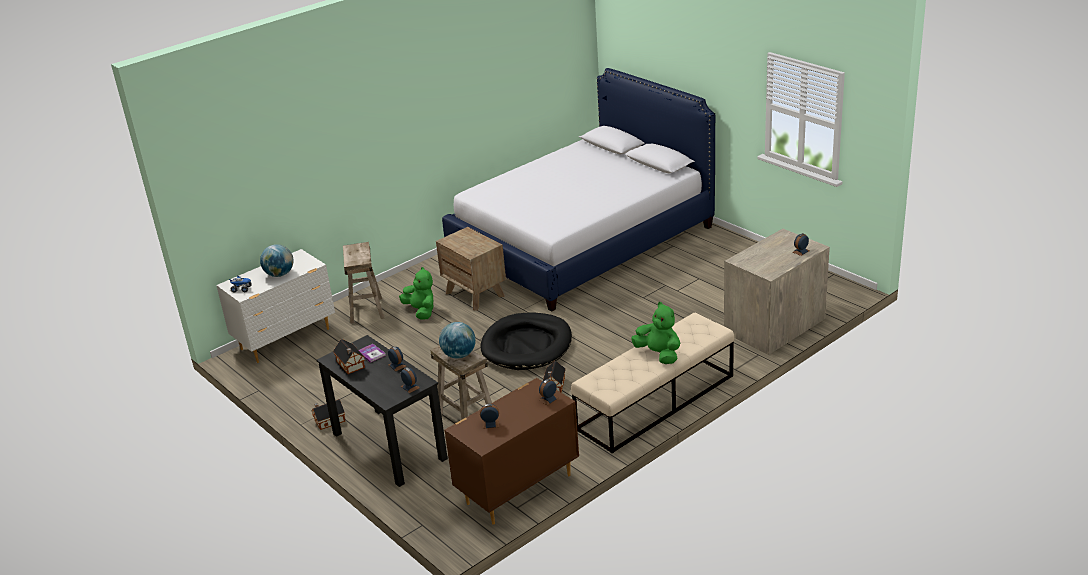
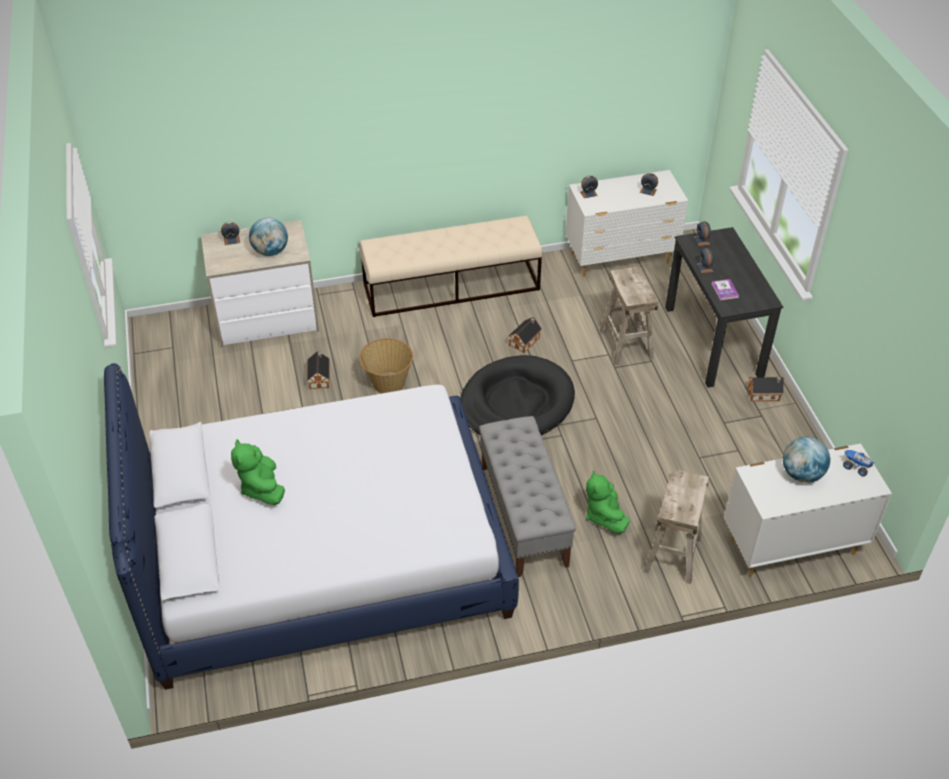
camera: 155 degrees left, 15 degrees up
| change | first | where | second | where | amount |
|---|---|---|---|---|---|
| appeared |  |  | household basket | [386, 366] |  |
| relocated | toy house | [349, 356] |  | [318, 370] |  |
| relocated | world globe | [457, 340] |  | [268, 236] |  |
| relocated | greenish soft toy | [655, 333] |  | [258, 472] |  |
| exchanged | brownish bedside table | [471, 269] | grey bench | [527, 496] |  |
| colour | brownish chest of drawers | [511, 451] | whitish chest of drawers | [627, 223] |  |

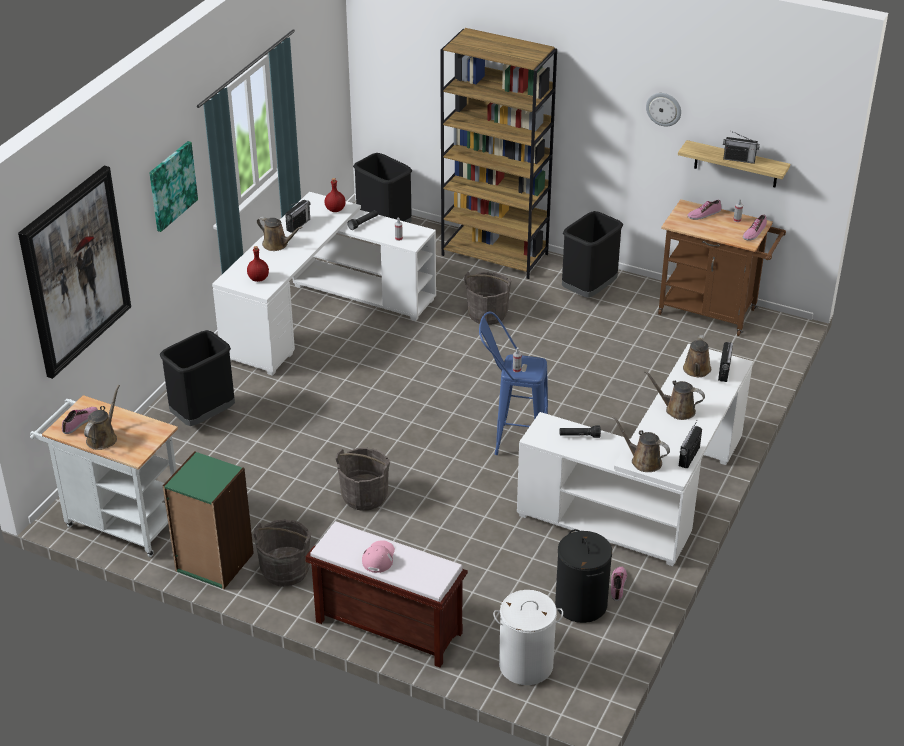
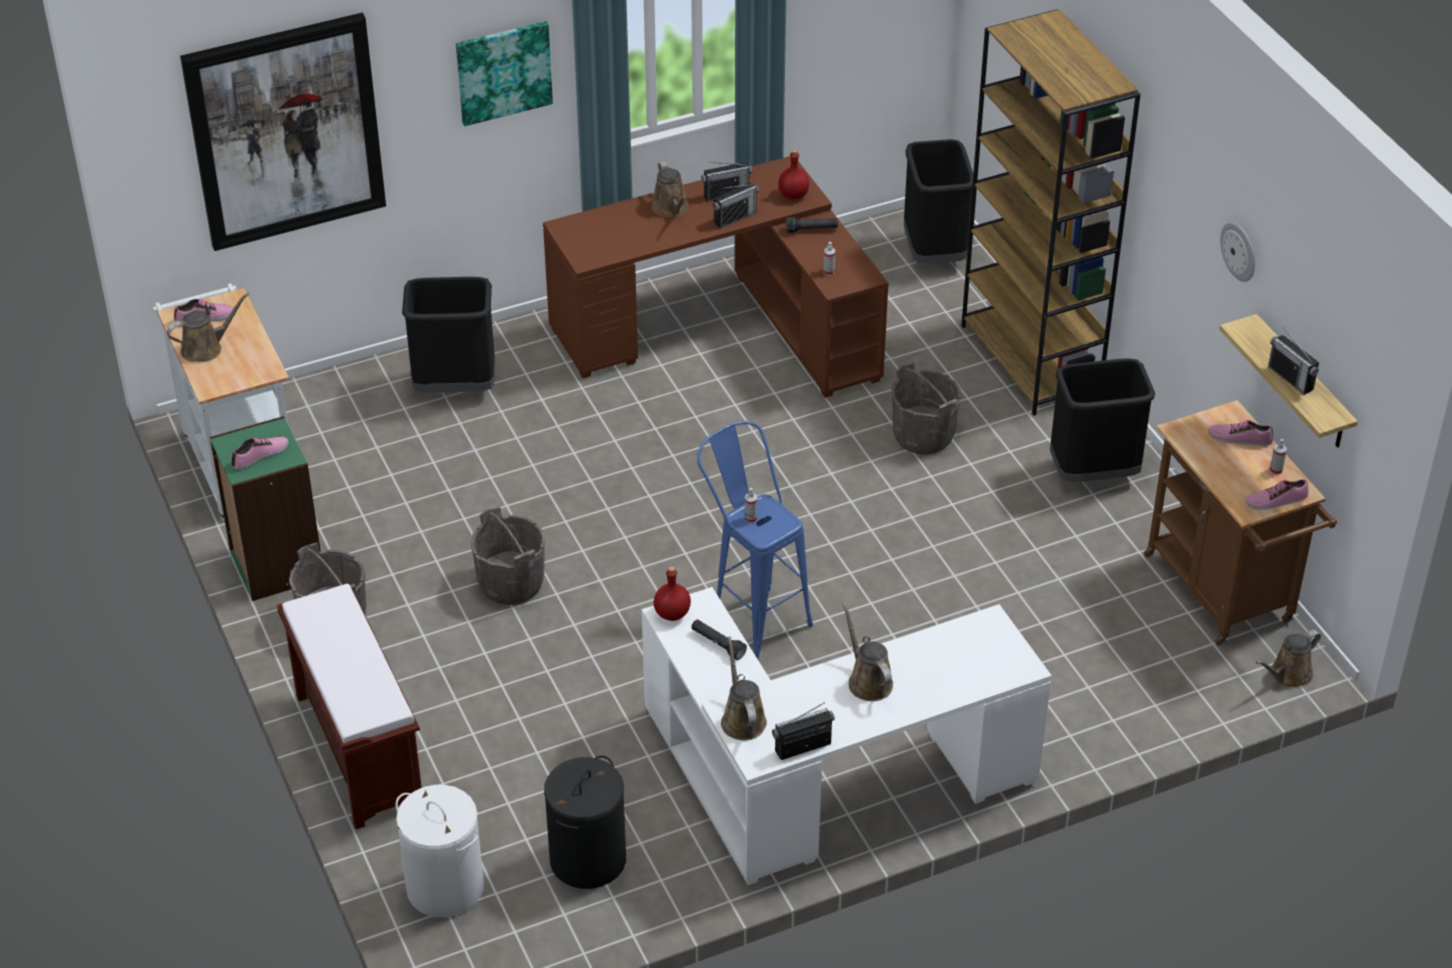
camera: 40 degrees right, 5 degrees up
| change | first | where | second | where | amount |
|---|---|---|---|---|---|
| missing | pinkish baseball cap | [378, 556] |  |  |  |
| relocated | red-coloured bottle | [258, 264] |  | [672, 593] |  |
| relocated | shoe | [619, 584] |  | [260, 453] |  |
| relocated | brownish watering can | [697, 356] |  | [1288, 658] |  |
| relocated | radio set | [725, 362] |  | [736, 206] |  |
| colour | whitish desk unit | [324, 284] | brownish desk unit | [716, 277] |  |

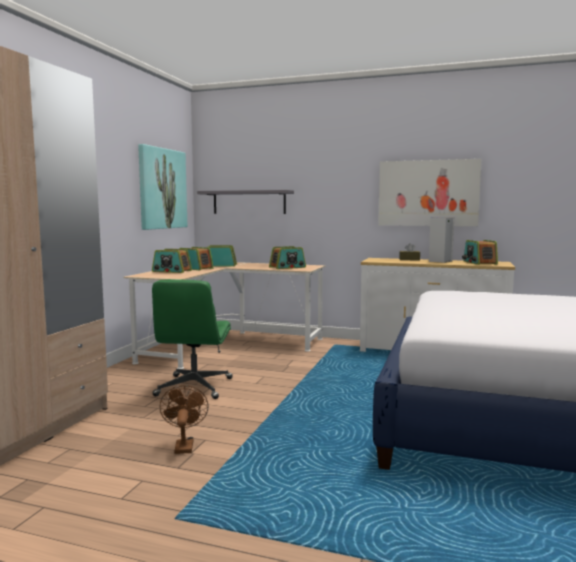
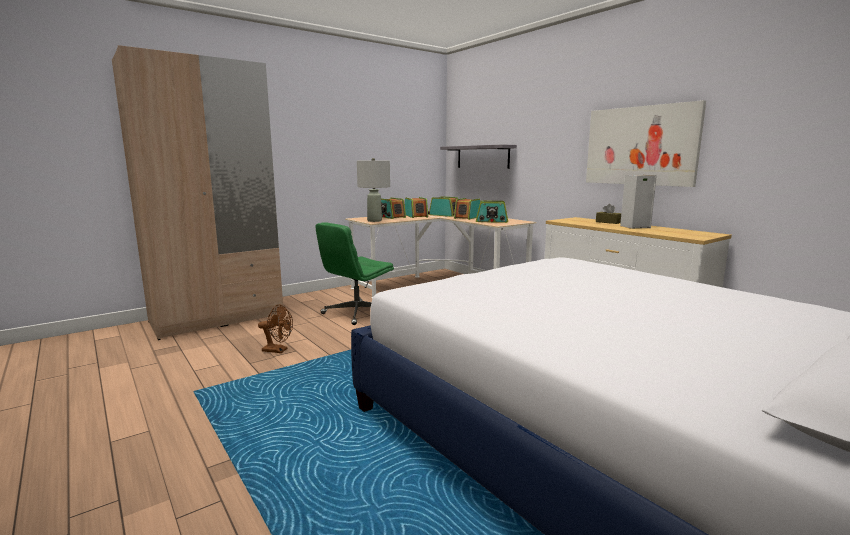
camera: 35 degrees right, 5 degrees up
| change | first | where | second | where | amount |
|---|---|---|---|---|---|
| missing | wall picture | [162, 187] |  |  |  |
| appeared |  |  | grey tabletop lamp | [373, 190] |  |
| relocated | radio set | [480, 252] |  | [466, 209] |  |
| spun | brownish fan | [184, 419] |  | [275, 329] | 75 degrees clockwise |

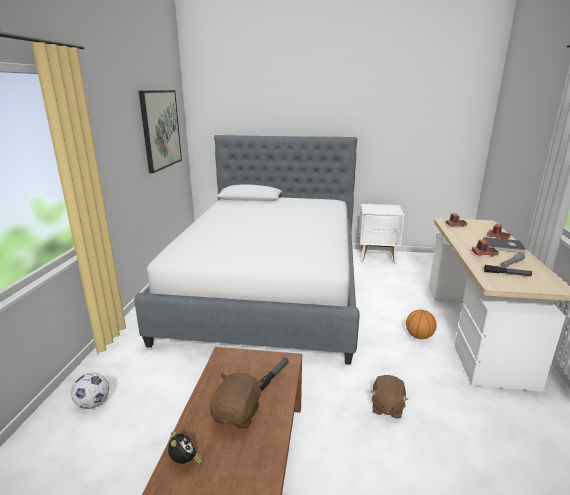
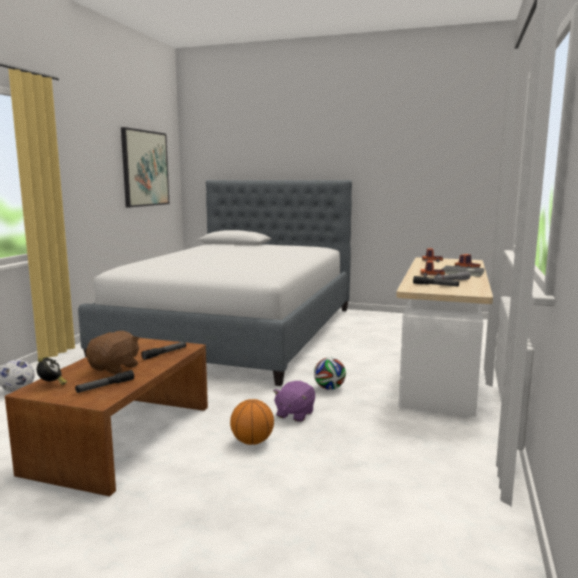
camera: 10 degrees right, 10 degrees down
| change | first | where | second | where | amount |
|---|---|---|---|---|---|
| missing | whitish bedside table | [381, 234] |  |  |  |
| appeared |  |  | hand torch | [104, 381] |  |
| appeared |  |  | ball for football | [330, 373] |  |
| relocated | basketball | [421, 324] |  | [252, 422] |  |
| colour | brownish soft toy | [389, 397] | purple-coloured soft toy | [294, 401] |  |

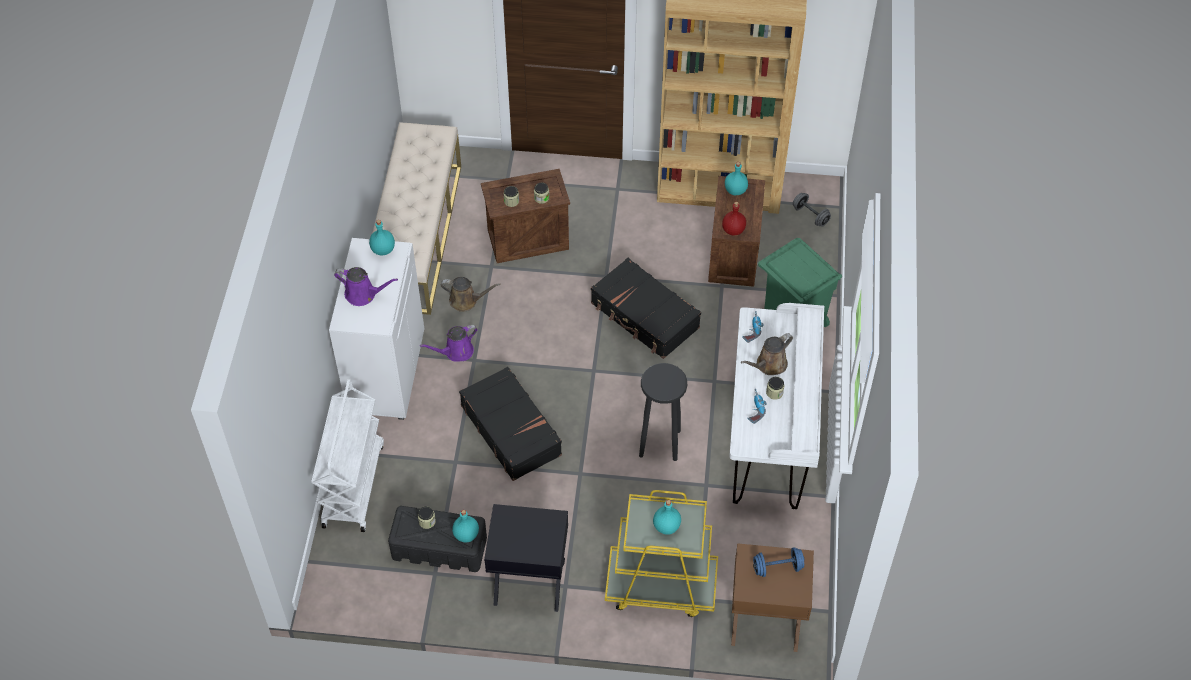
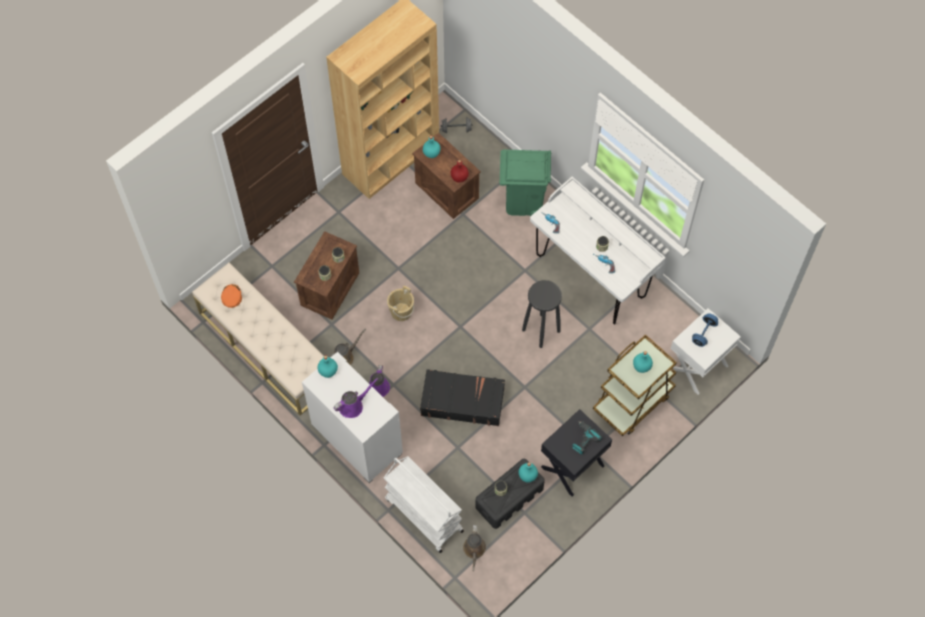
camera: 50 degrees left, 10 degrees up
| change | first | where | second | where | amount |
|---|---|---|---|---|---|
| missing | blackish travel case | [646, 308] |  |  |  |
| appeared |  |  | orange baseball cap | [231, 296] |  |
| appeared |  |  | beige-coloured pail | [400, 303] |  |
| appeared |  |  | electric drill | [587, 438] |  |
| relocated | brownish watering can | [767, 354] |  | [474, 548] |  |
| colour | yellowish trolley | [661, 553] | brownish trolley | [635, 385] |  |
| colour | brownish bedside table | [772, 597] | whitish bedside table | [705, 351] |  |

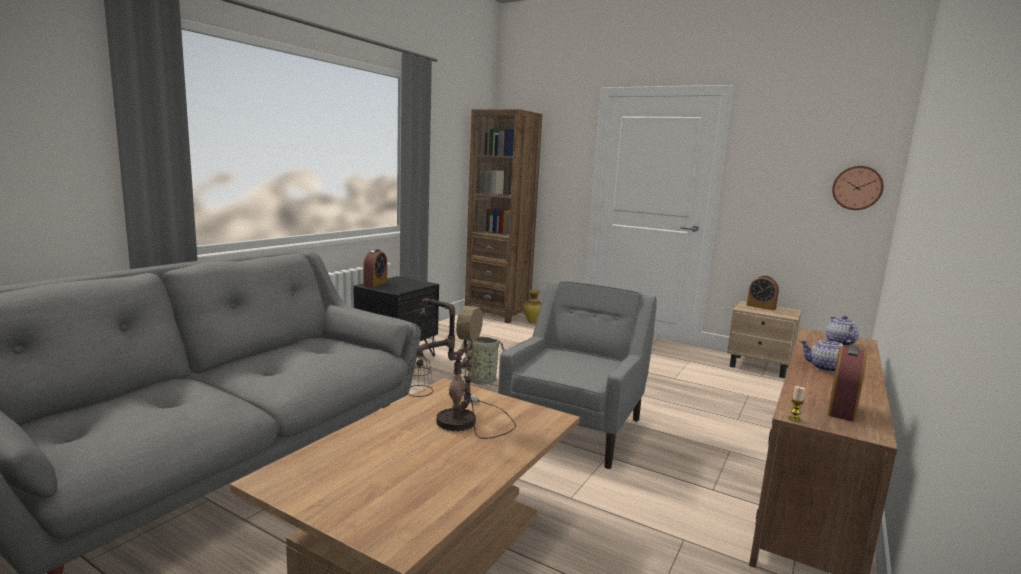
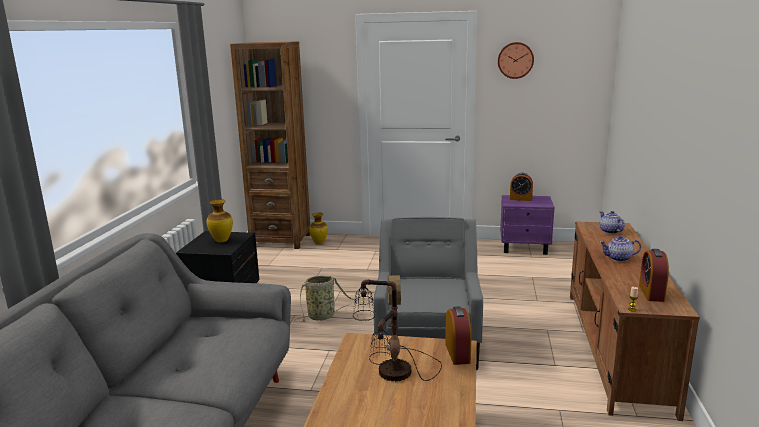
camera: 20 degrees left, 5 degrees up
| change | first | where | second | where | amount |
|---|---|---|---|---|---|
| appeared |  |  | vase | [219, 221] |  |
| relocated | bedside clock | [375, 268] |  | [458, 335] |  |
| relocated | hanging clock | [858, 188] |  | [516, 60] |  |
| colour | beige-coloured bedside table | [764, 339] | purple-coloured bedside table | [527, 225] |  |

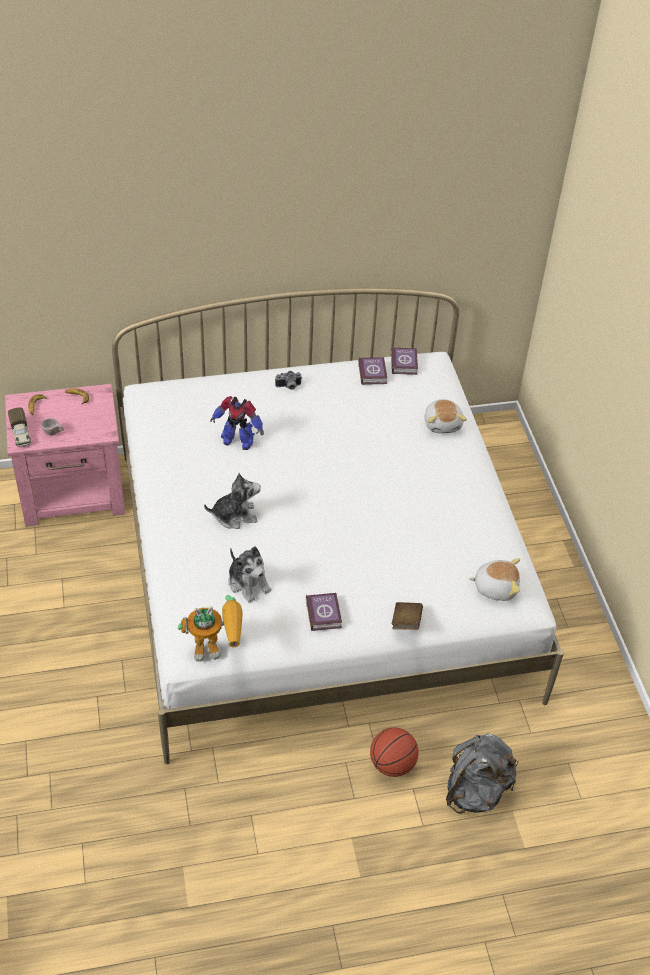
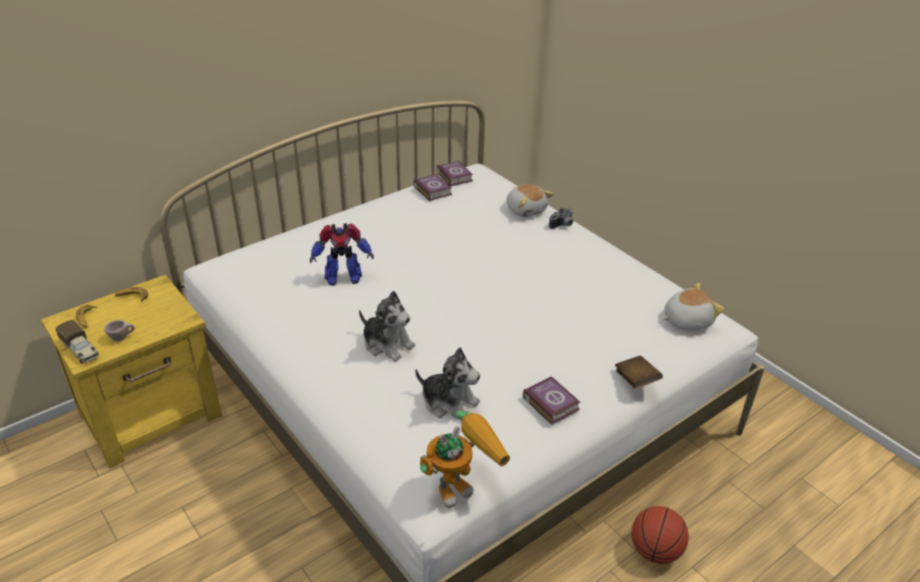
camera: 25 degrees left, 10 degrees down
| change | first | where | second | where | amount |
|---|---|---|---|---|---|
| missing | grey rucksack | [482, 773] |  |  |  |
| relocated | photo camera | [288, 380] |  | [561, 218] |  |
| colour | pinkish bedside table | [65, 455] | yellowish bedside table | [131, 371] |  |
| spun | soft toy | [232, 501] |  | [387, 326] | 75 degrees clockwise |

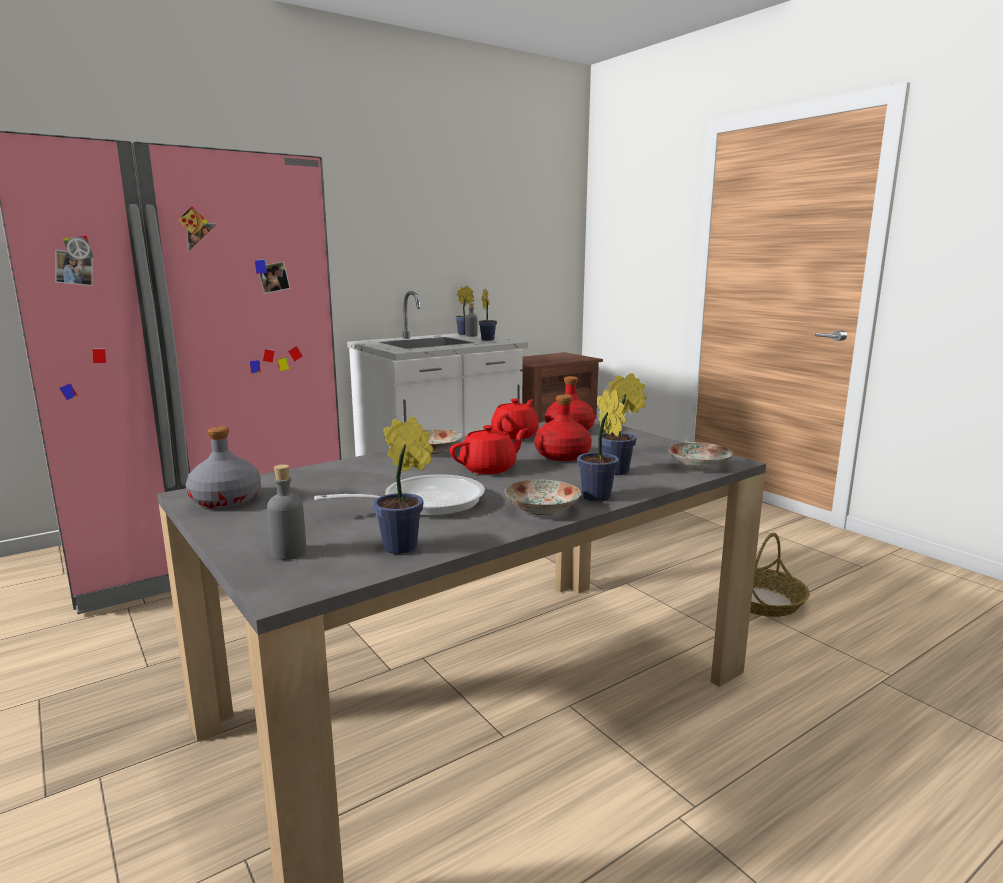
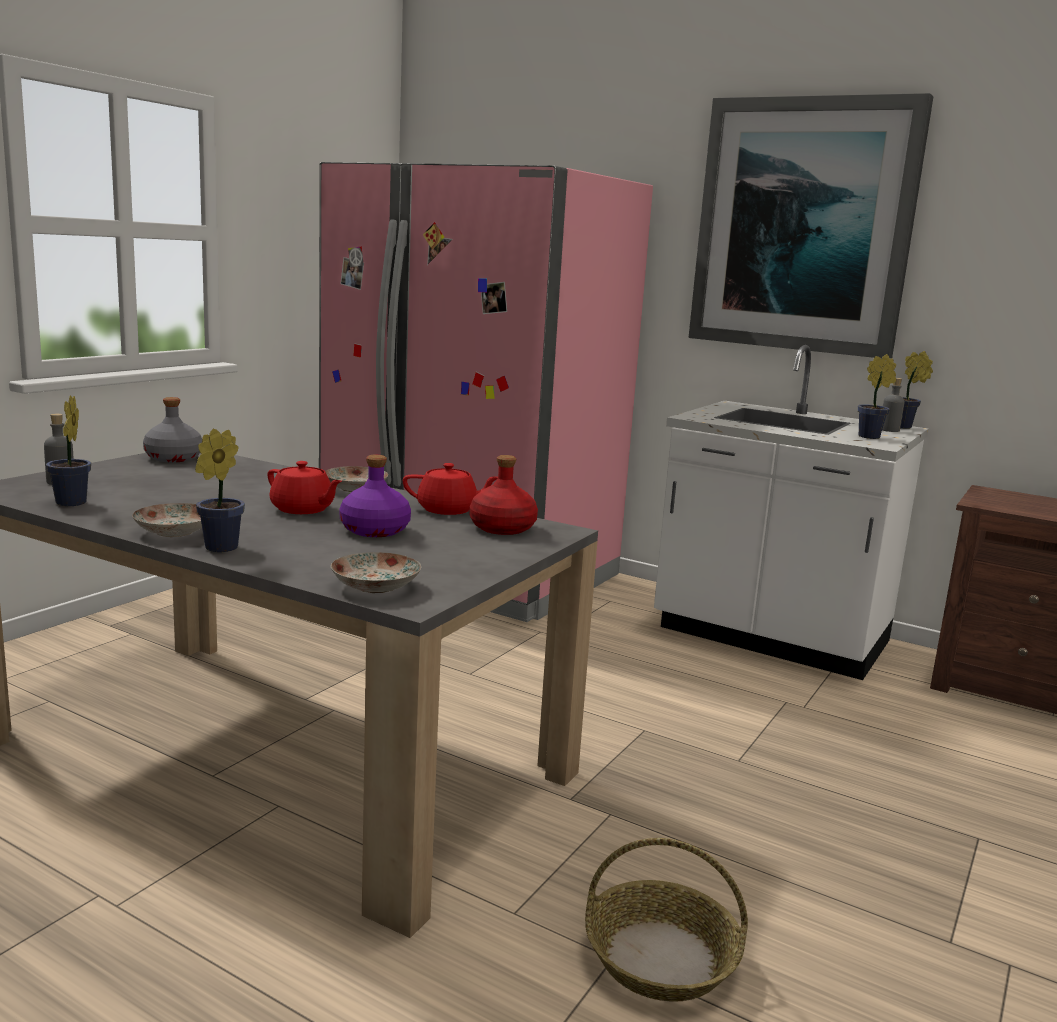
camera: 65 degrees right, 0 degrees up
| change | first | where | second | where | amount |
|---|---|---|---|---|---|
| missing | frying pan | [399, 495] |  |  |  |
| missing | plant in a pot | [624, 424] |  |  |  |
| appeared |  |  | wall picture | [811, 225] |  |
| colour | red-coloured bottle | [563, 427] | purple-coloured bottle | [375, 496] |  |

